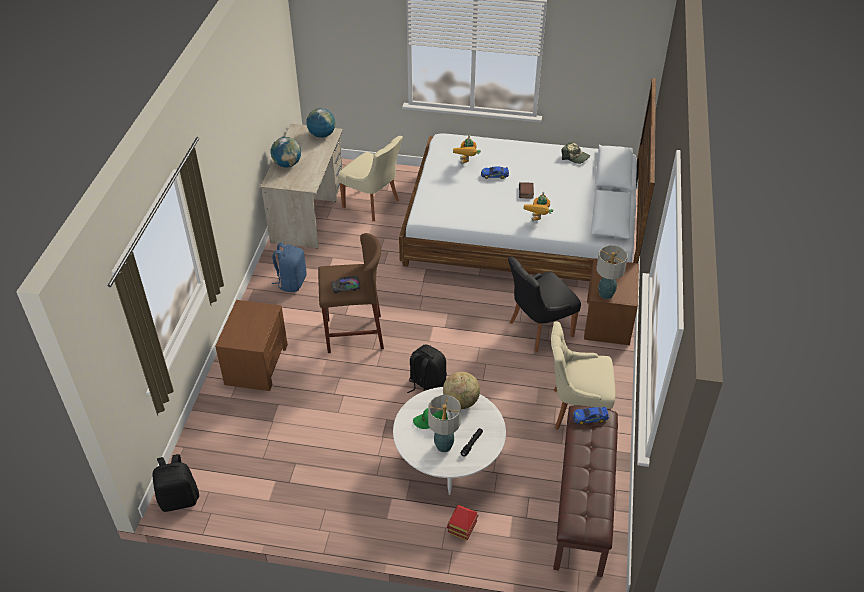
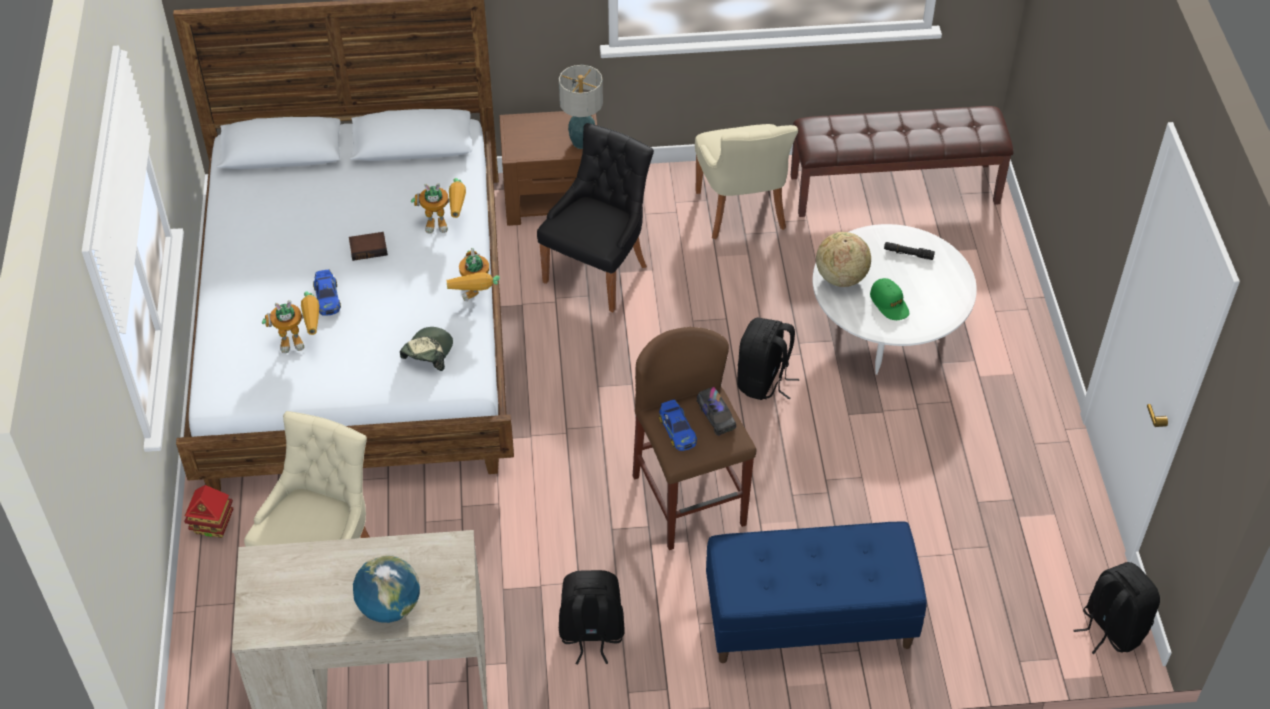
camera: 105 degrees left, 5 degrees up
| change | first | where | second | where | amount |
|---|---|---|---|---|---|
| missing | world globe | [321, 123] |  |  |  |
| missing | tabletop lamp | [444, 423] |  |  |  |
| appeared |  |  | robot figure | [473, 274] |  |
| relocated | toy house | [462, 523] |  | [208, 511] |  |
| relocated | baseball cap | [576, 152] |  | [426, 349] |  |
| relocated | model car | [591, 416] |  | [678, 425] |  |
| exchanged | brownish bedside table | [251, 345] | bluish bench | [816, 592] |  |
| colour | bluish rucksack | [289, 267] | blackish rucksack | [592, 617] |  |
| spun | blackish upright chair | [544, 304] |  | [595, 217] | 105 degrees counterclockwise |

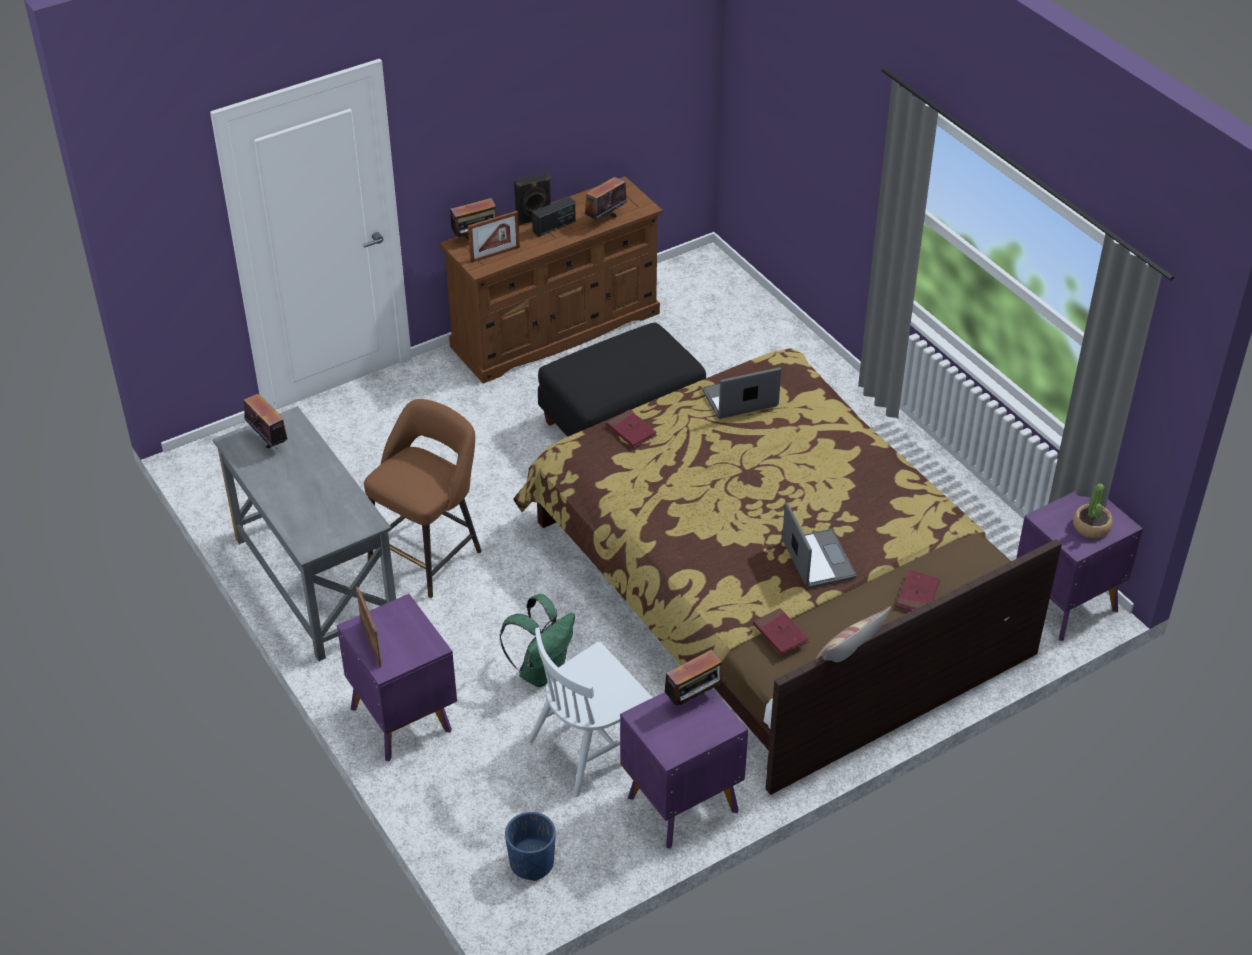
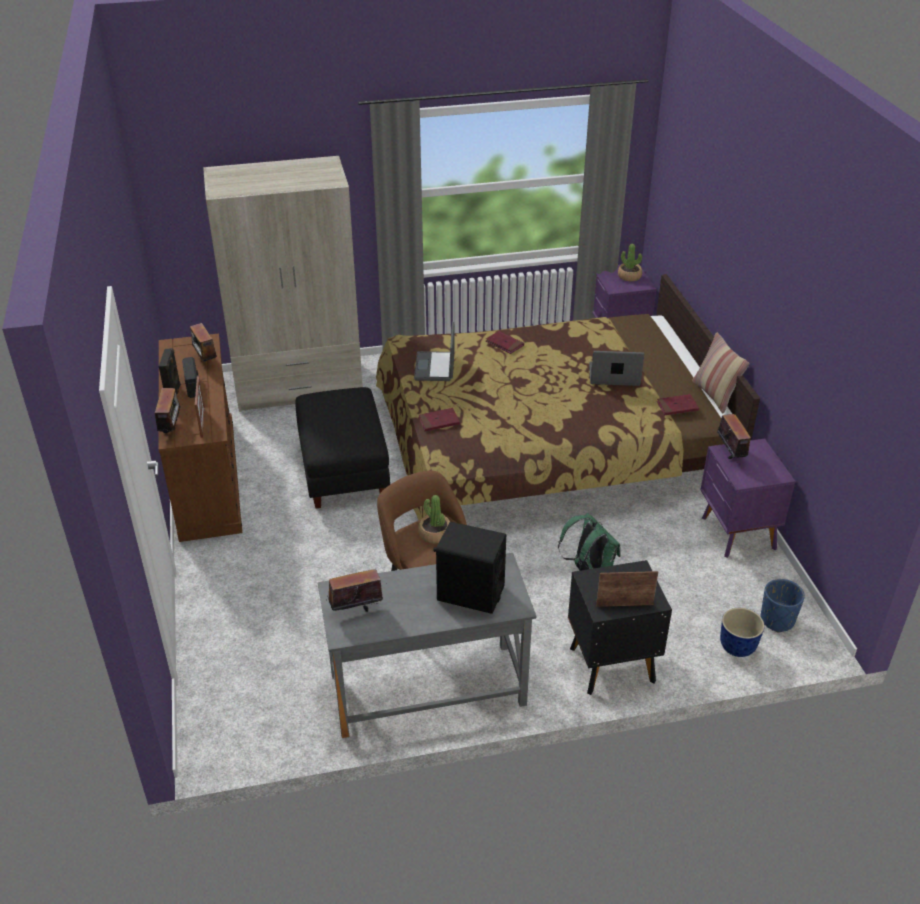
camera: 70 degrees left, 5 degrees down
| change | first | where | second | where | amount |
|---|---|---|---|---|---|
| missing | whitish upright chair | [590, 712] |  |  |  |
| appeared |  |  | beige-coloured clothes cupboard | [283, 284] |  |
| appeared |  |  | plant in a pot | [434, 519] |  |
| appeared |  |  | blackish audio speaker | [469, 568] |  |
| appeared |  |  | planter | [742, 632] |  |
| relocated | red-coloured bound book | [918, 590] |  | [504, 342] |  |
| colour | purple-coloured bedside table | [397, 677] | blackish bedside table | [620, 627] |  |

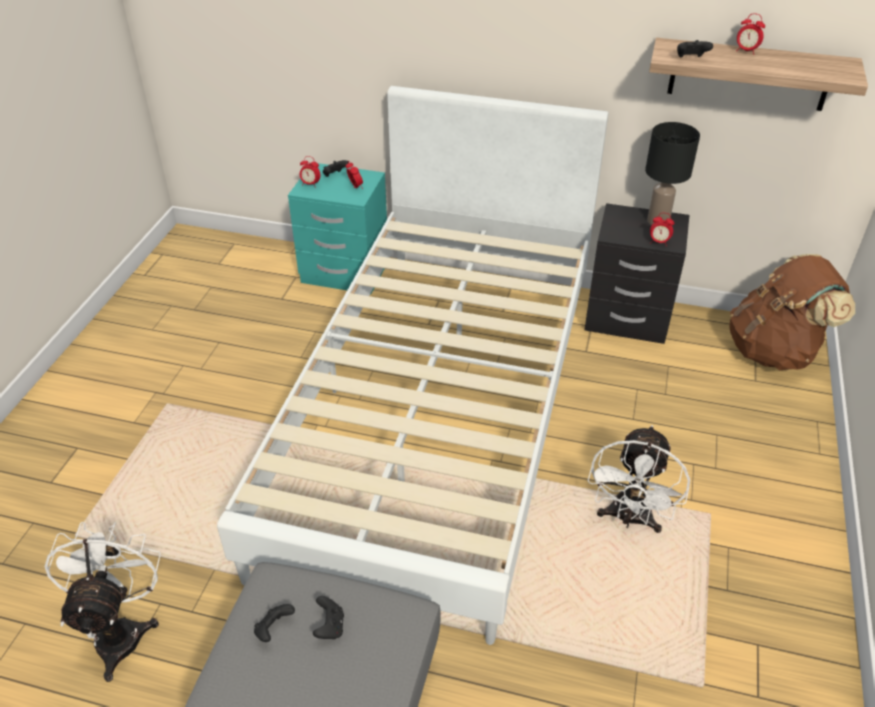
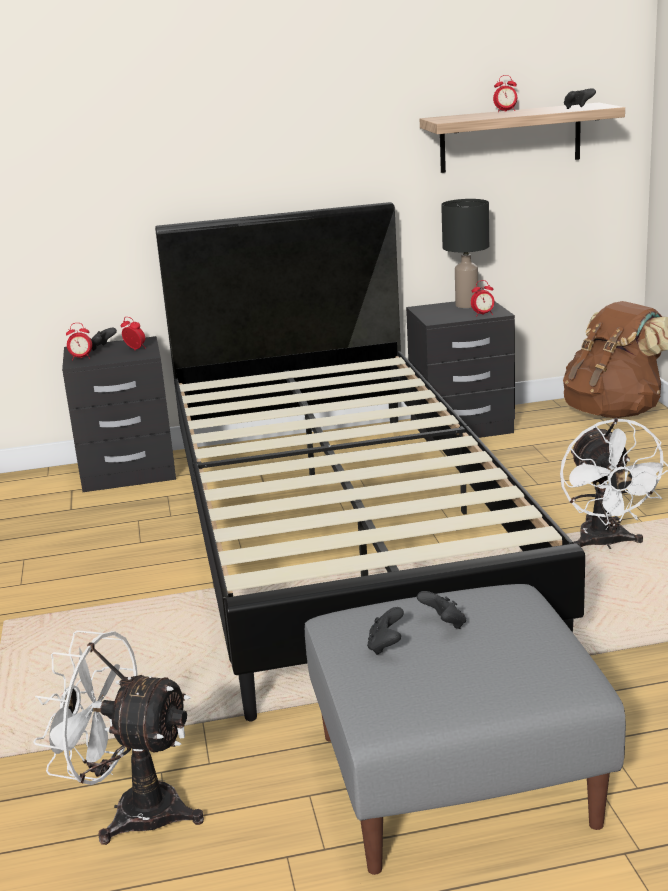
camera: 25 degrees left, 20 degrees down
| change | first | where | second | where | amount |
|---|---|---|---|---|---|
| relocated | blackish joypad | [695, 48] |  | [580, 98] |  |
| colour | whitish bed | [412, 365] | blackish bed | [370, 461] |  |
| colour | turquoise-coloured bedside table | [337, 228] | blackish bedside table | [119, 414] |  |
| spun | whitish fan | [102, 602] |  | [118, 737] | 45 degrees counterclockwise |

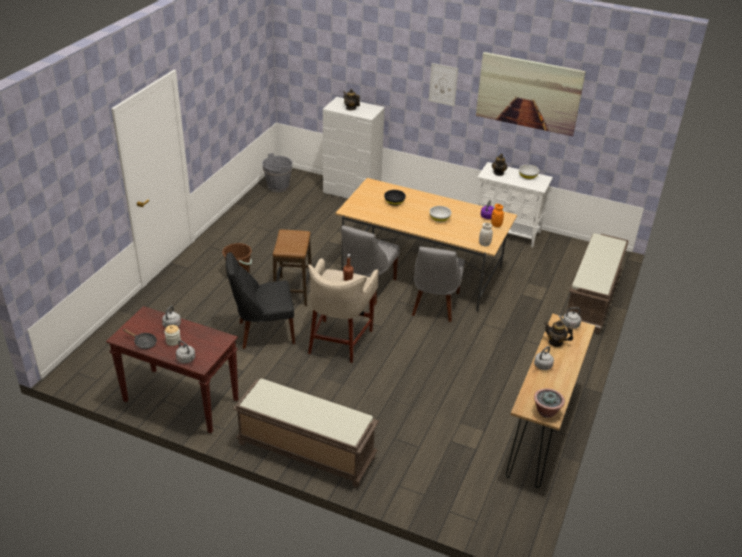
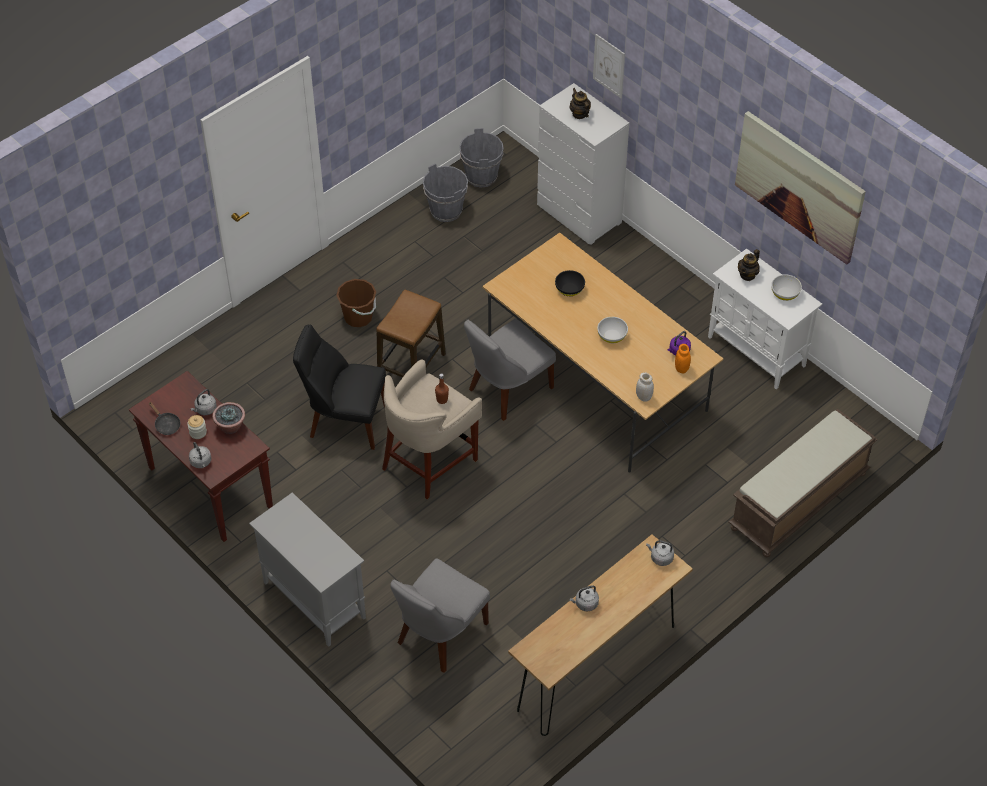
camera: 25 degrees right, 15 degrees up
| change | first | where | second | where | amount |
|---|---|---|---|---|---|
| missing | tea pot | [558, 333] |  |  |  |
| appeared |  |  | grey pail | [445, 192] |  |
| relocated | grey upright chair | [438, 284] |  | [440, 616] |  |
| relocated | wall picture | [443, 84] |  | [609, 66] |  |
| relocated | plant in a pot | [549, 403] |  | [228, 418] |  |
| exchanged | brownish bench | [306, 433] | grey cupboard | [307, 569] |  |

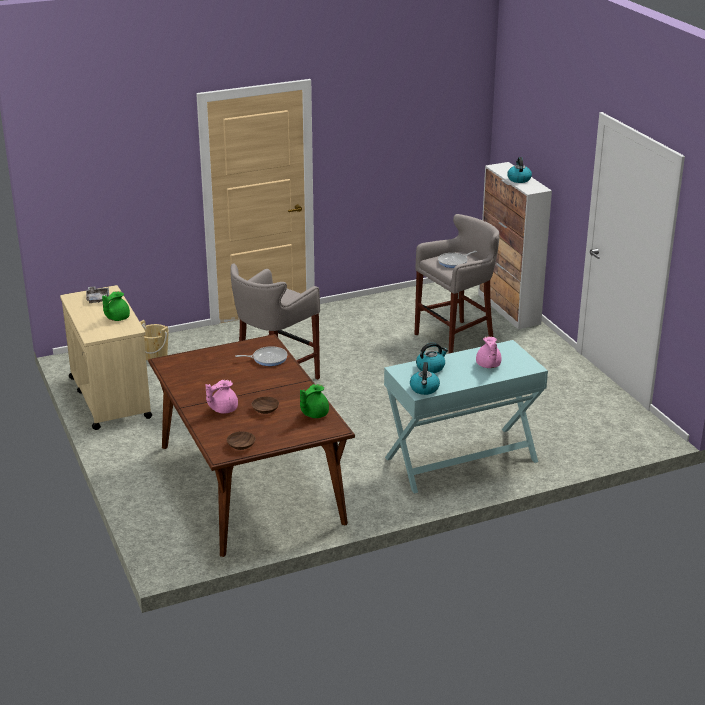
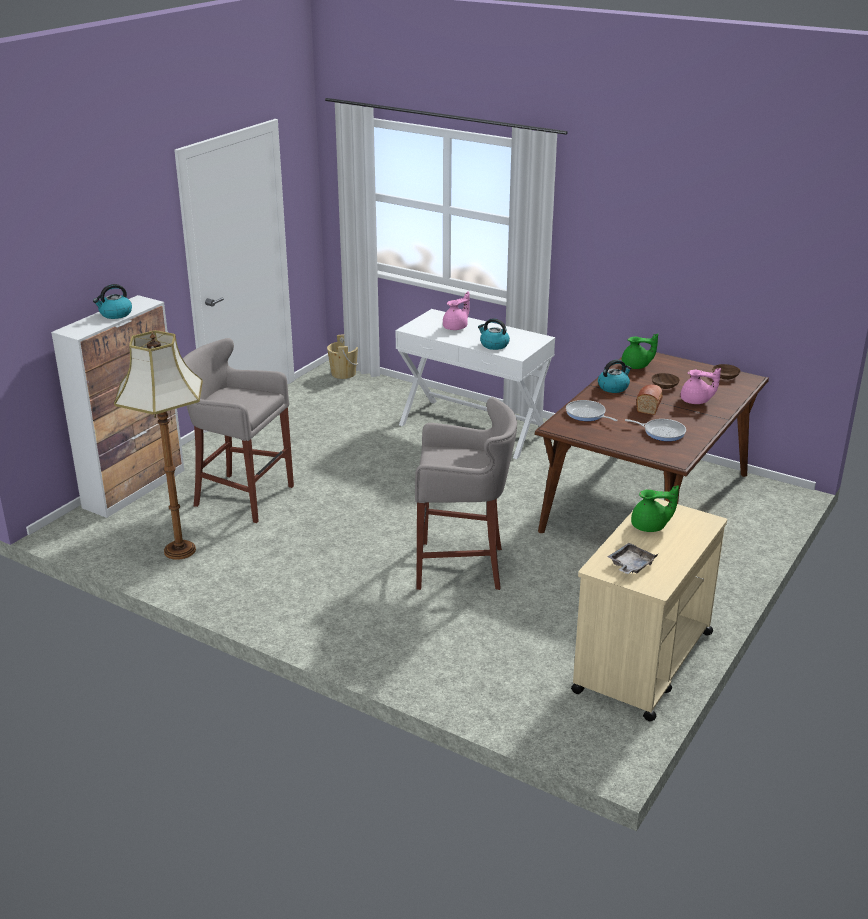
camera: 125 degrees left, 0 degrees up
| change | first | where | second | where | amount |
|---|---|---|---|---|---|
| appeared |  |  | standing lamp | [158, 445] |  |
| appeared |  |  | bread | [650, 399] |  |
| relocated | beige-coloured pail | [154, 340] |  | [342, 357] |  |
| relocated | tea kettle | [425, 378] |  | [615, 376] |  |
| relocated | frying pan | [457, 259] |  | [655, 430] |  |
| colour | turquoise-coloured narrow table | [466, 417] | whitish narrow table | [475, 384] |  |

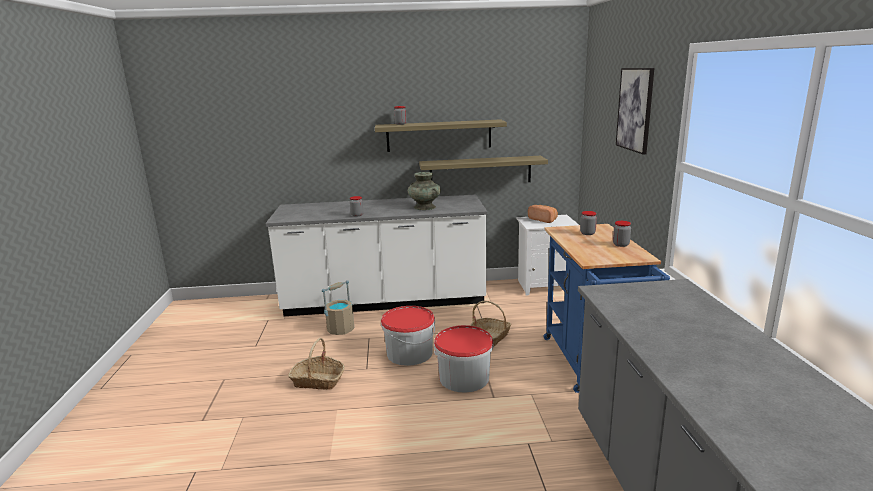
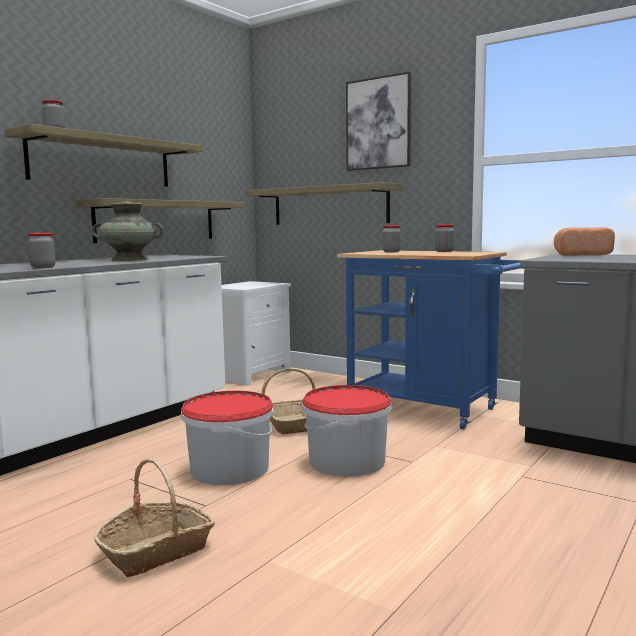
camera: 50 degrees left, 10 degrees down
| change | first | where | second | where | amount |
|---|---|---|---|---|---|
| missing | beige-coloured pail | [338, 307] |  |  |  |
| appeared |  |  | bracket shelf | [324, 203] |  |
| relocated | bread | [543, 214] |  | [584, 241] |  |

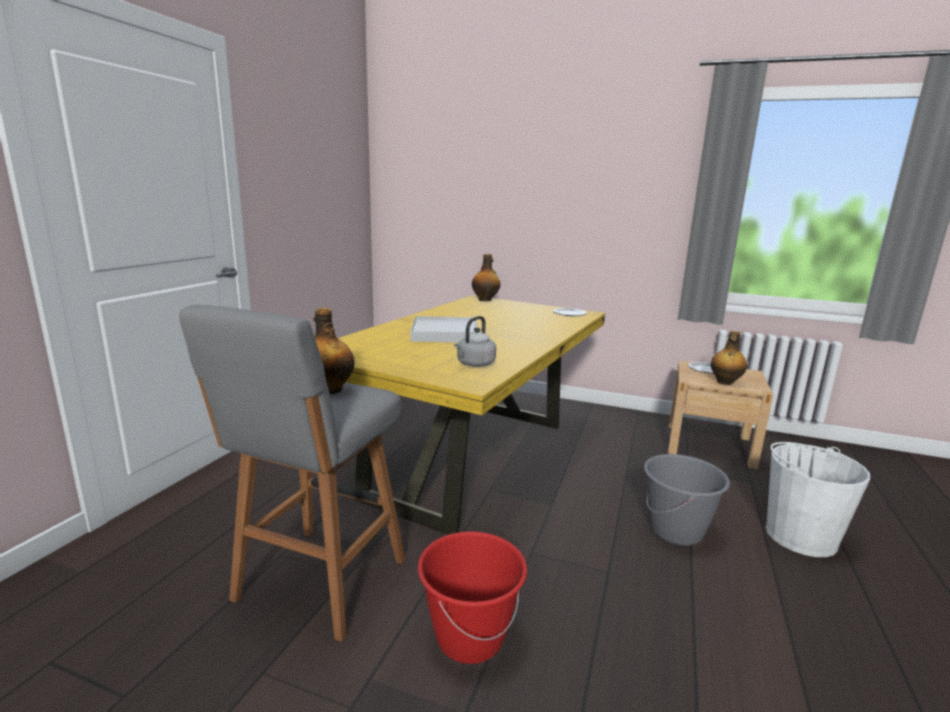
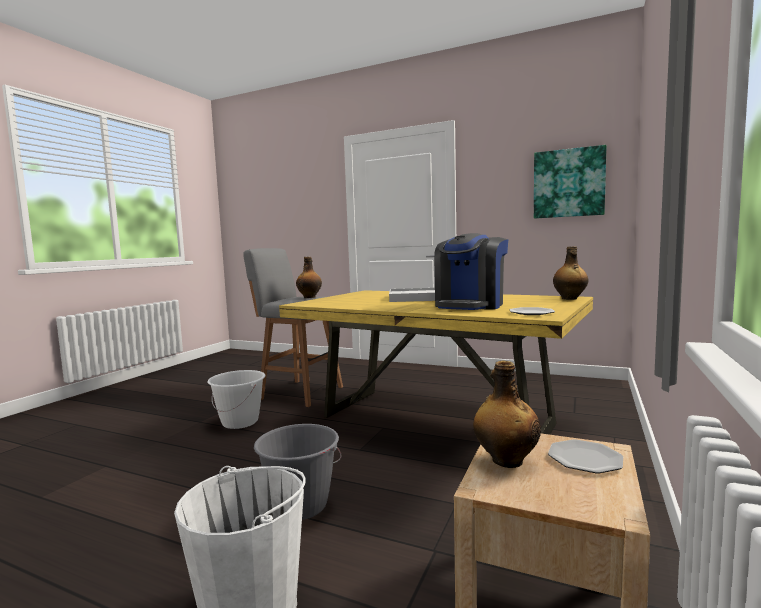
camera: 95 degrees right, 10 degrees down
| change | first | where | second | where | amount |
|---|---|---|---|---|---|
| missing | grey tea kettle | [475, 341] |  |  |  |
| appeared |  |  | coffee brewer | [471, 271] |  |
| appeared |  |  | wall picture | [570, 181] |  |
| colour | red-coloured pail | [472, 597] | whitish pail | [236, 399] |  |

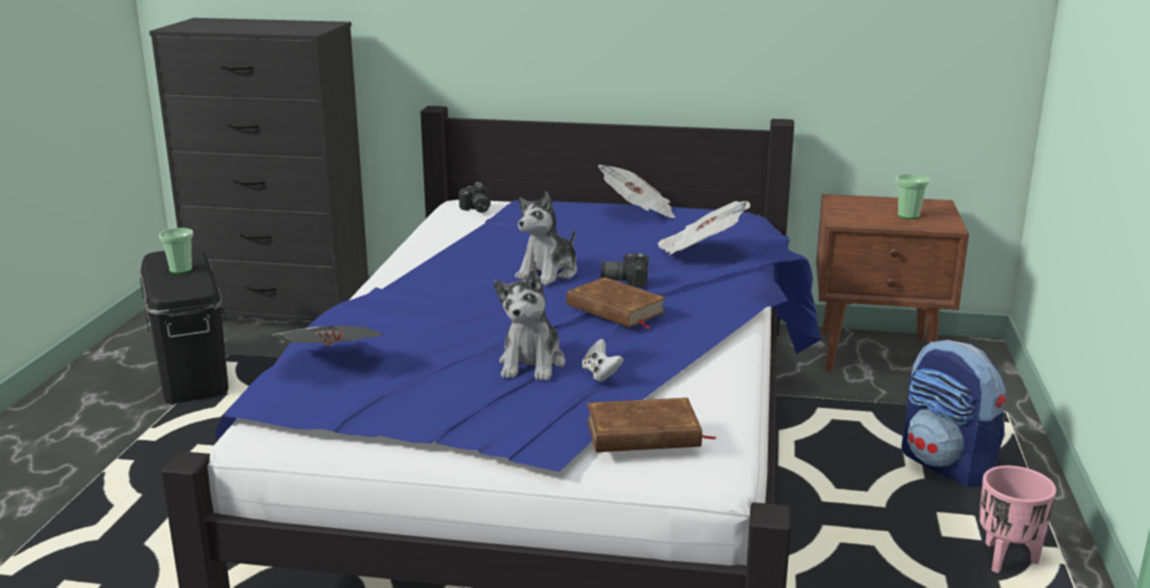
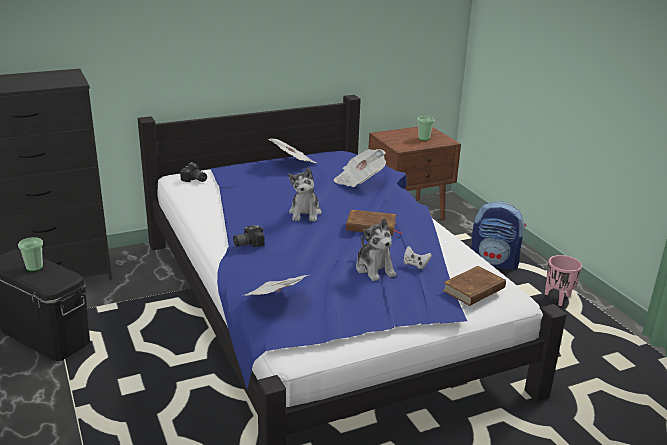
camera: 35 degrees left, 5 degrees up
| change | first | where | second | where | amount |
|---|---|---|---|---|---|
| relocated | photo camera | [625, 270] |  | [249, 236] |  |

